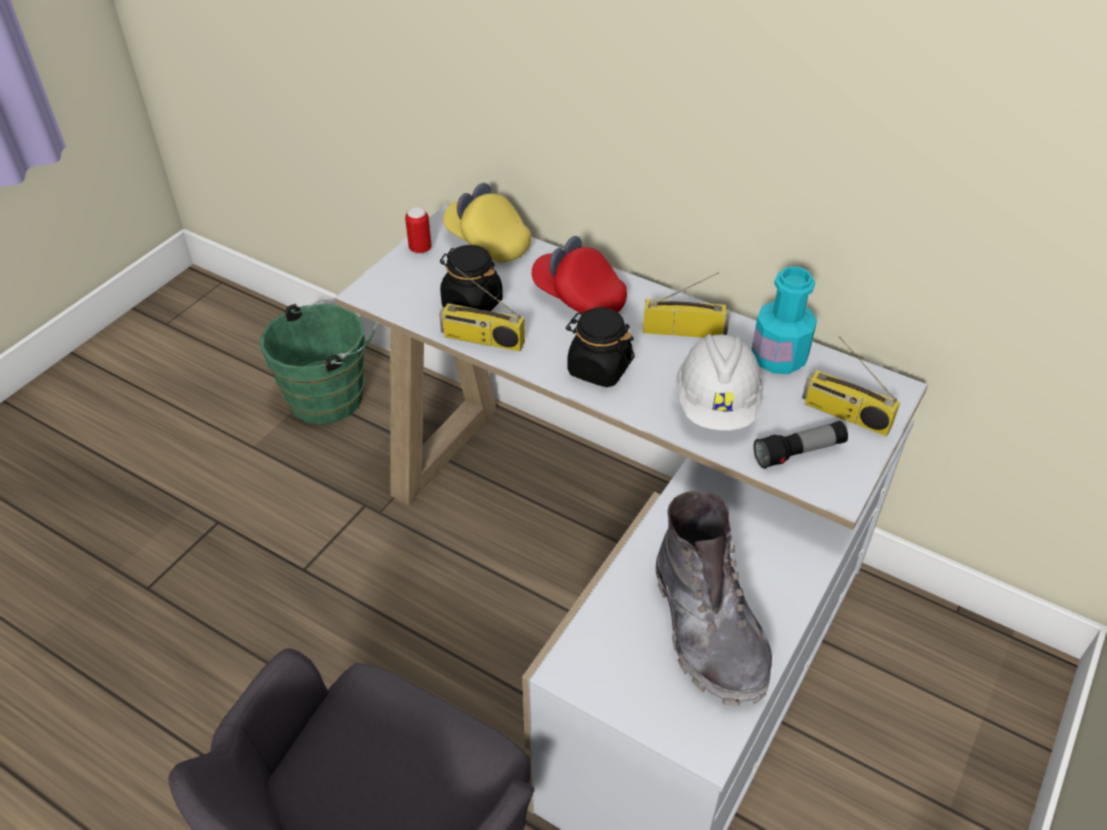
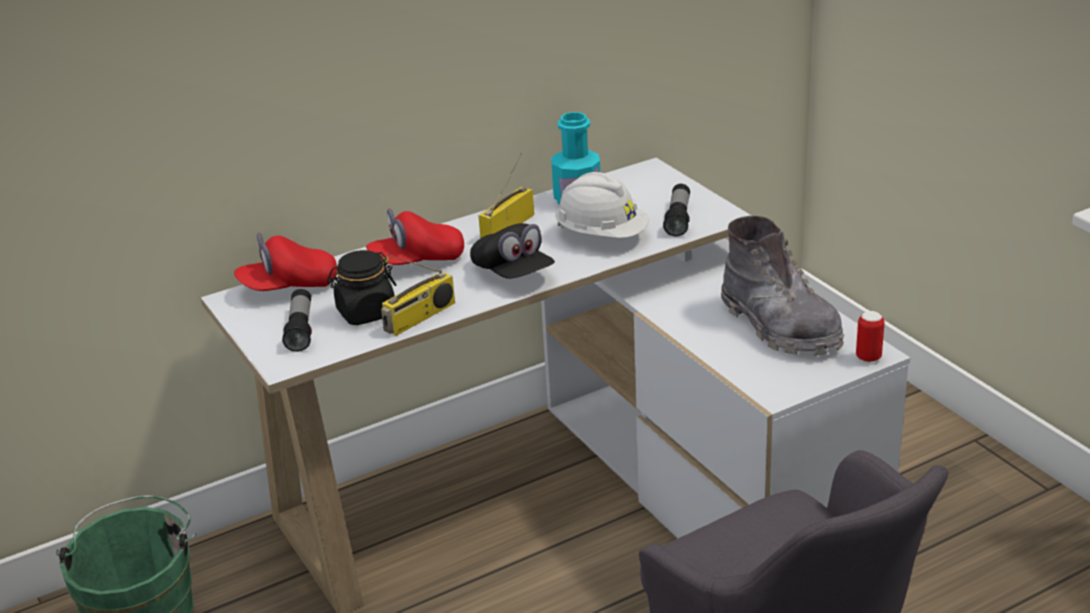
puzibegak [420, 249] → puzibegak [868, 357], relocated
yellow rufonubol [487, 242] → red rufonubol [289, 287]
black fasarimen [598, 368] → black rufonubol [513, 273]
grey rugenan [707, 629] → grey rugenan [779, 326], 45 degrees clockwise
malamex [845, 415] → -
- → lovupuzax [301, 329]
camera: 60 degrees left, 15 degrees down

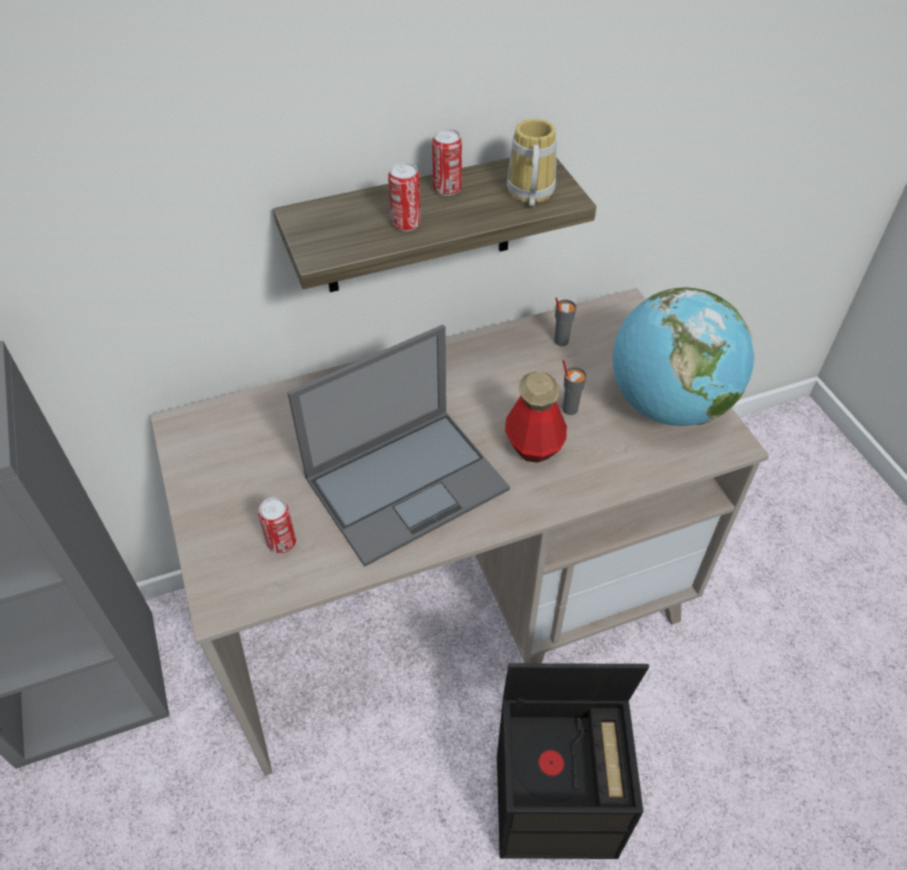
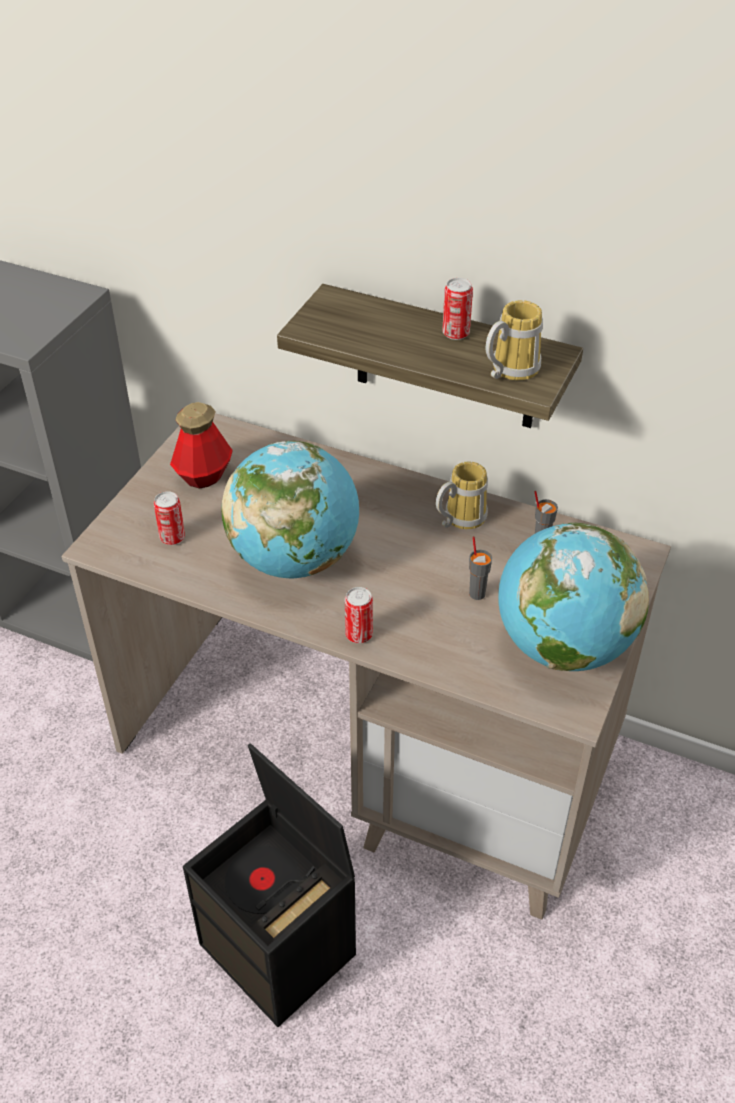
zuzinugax [408, 482] → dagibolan [294, 559]
puzibegak [406, 224] → puzibegak [359, 634], relocated
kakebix [533, 446] → kakebix [204, 476], relocated
- → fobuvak [459, 518]
camera: 45 degrees right, 5 degrees down

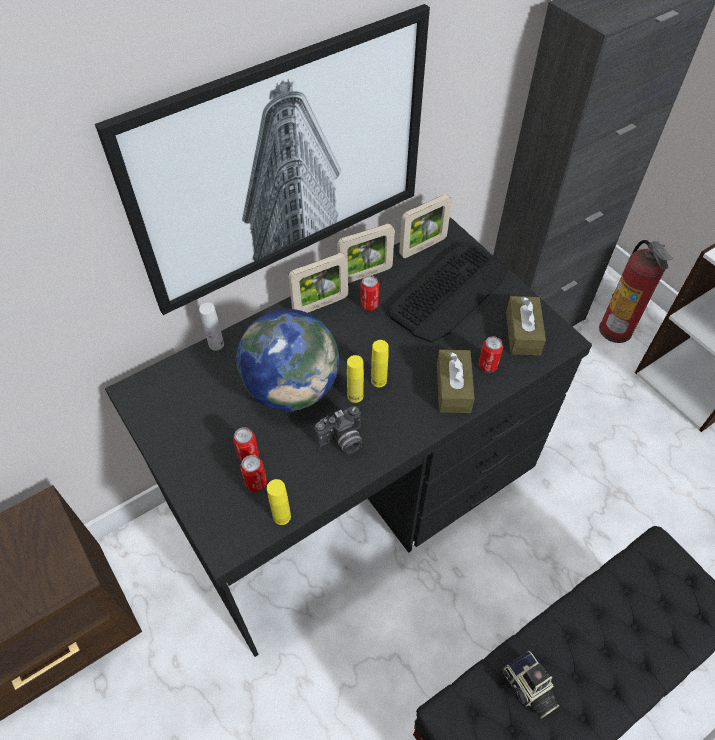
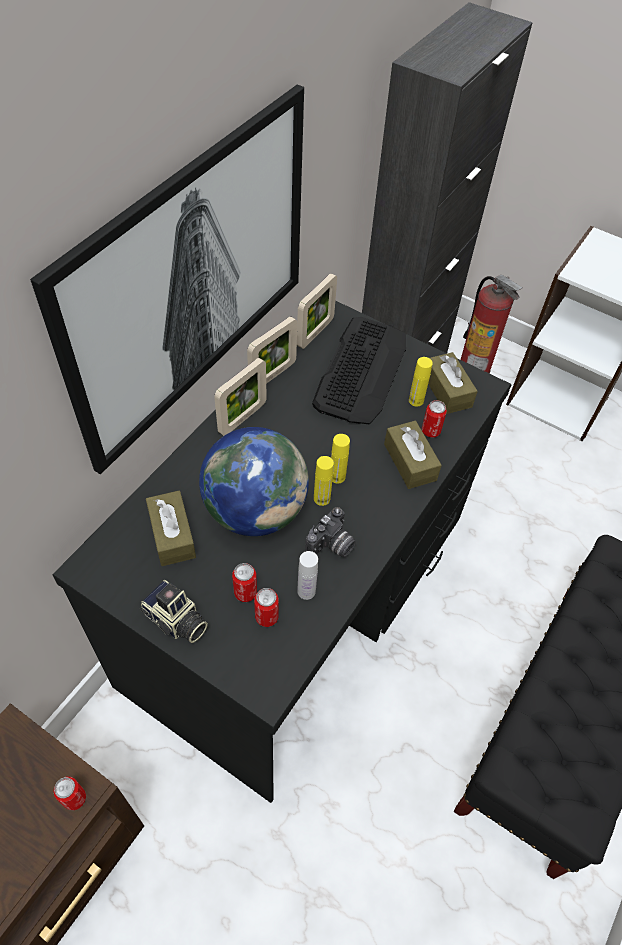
white kakebix [216, 344] → white kakebix [306, 591], relocated
yellow kakebix [282, 516] → yellow kakebix [416, 400], relocated
puzibegak [369, 305] → puzibegak [74, 798], relocated
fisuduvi [528, 689] → fisuduvi [176, 622], relocated
- → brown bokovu [172, 535]
camera: 25 degrees left, 0 degrees up

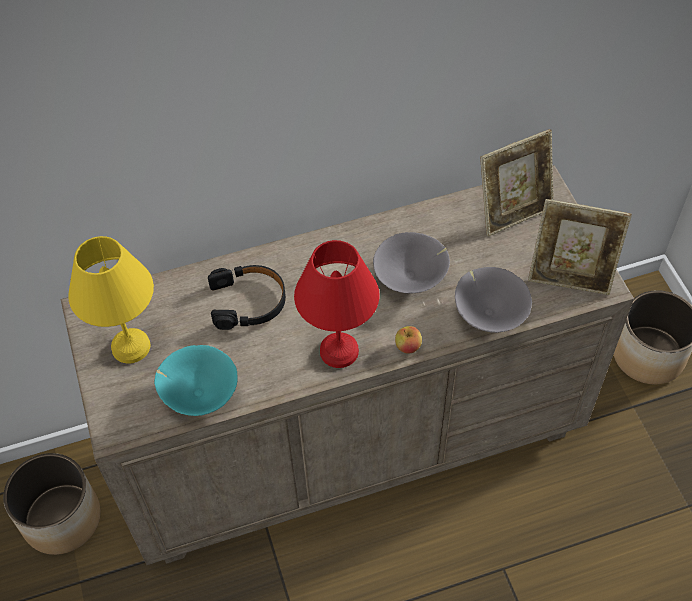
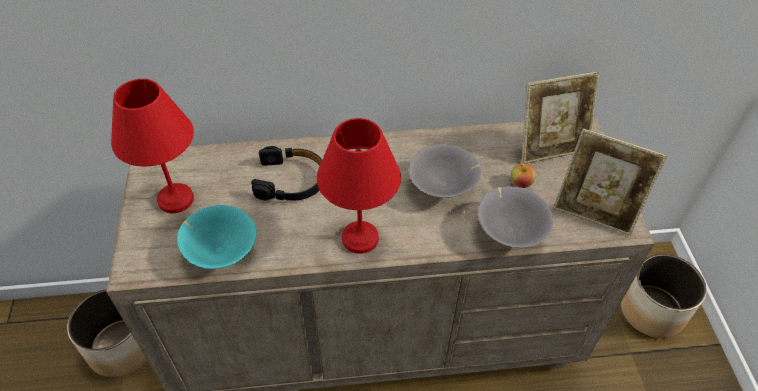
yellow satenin [131, 345] → red satenin [176, 198]
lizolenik [408, 347] → lizolenik [520, 183], relocated
camera: 10 degrees right, 5 degrees down

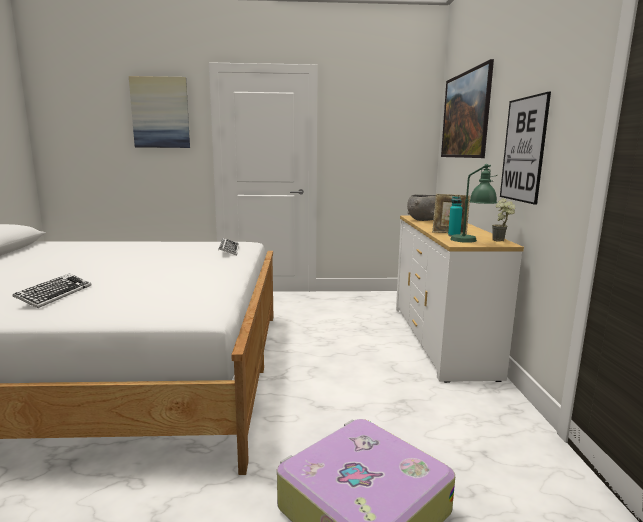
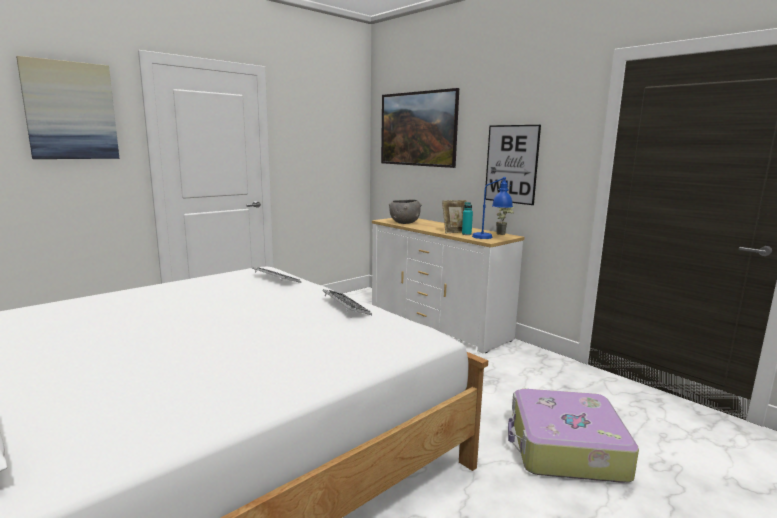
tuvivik [55, 295] → tuvivik [345, 306], relocated
green satenin [471, 242] → blue satenin [491, 237]
camera: 40 degrees left, 0 degrees up

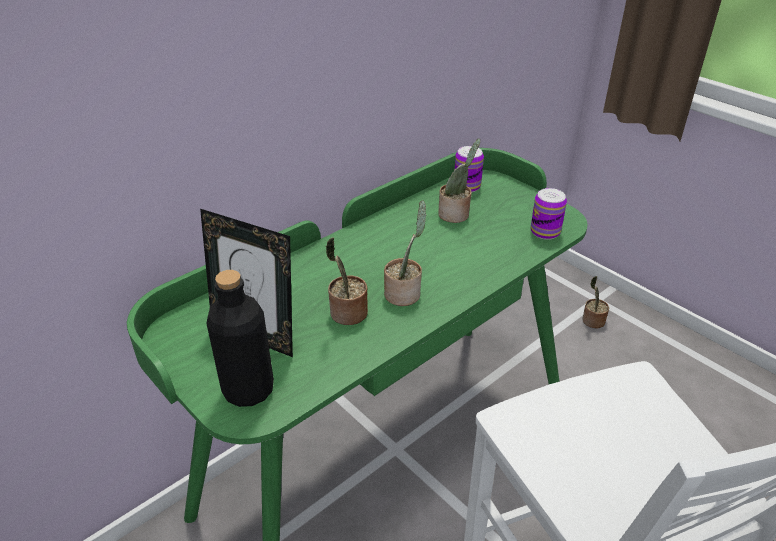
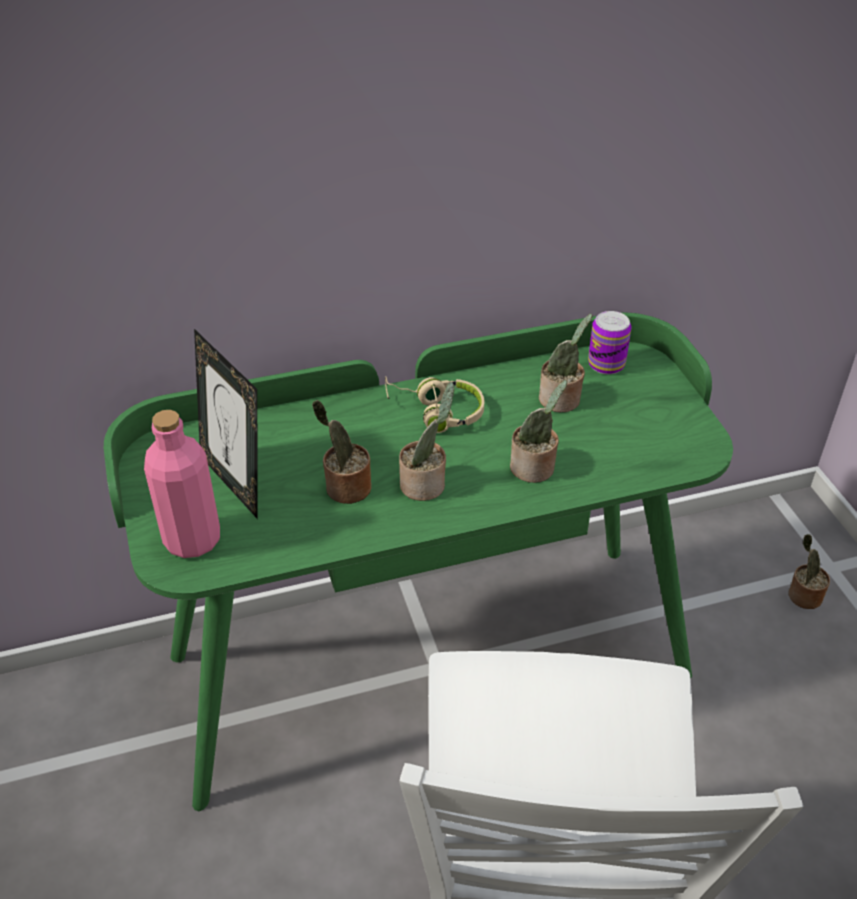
black kakebix [248, 390] → pink kakebix [192, 540]
puzibegak [545, 232] → -
- → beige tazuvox [435, 412]
- → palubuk [535, 469]
camera: 25 degrees right, 5 degrees up

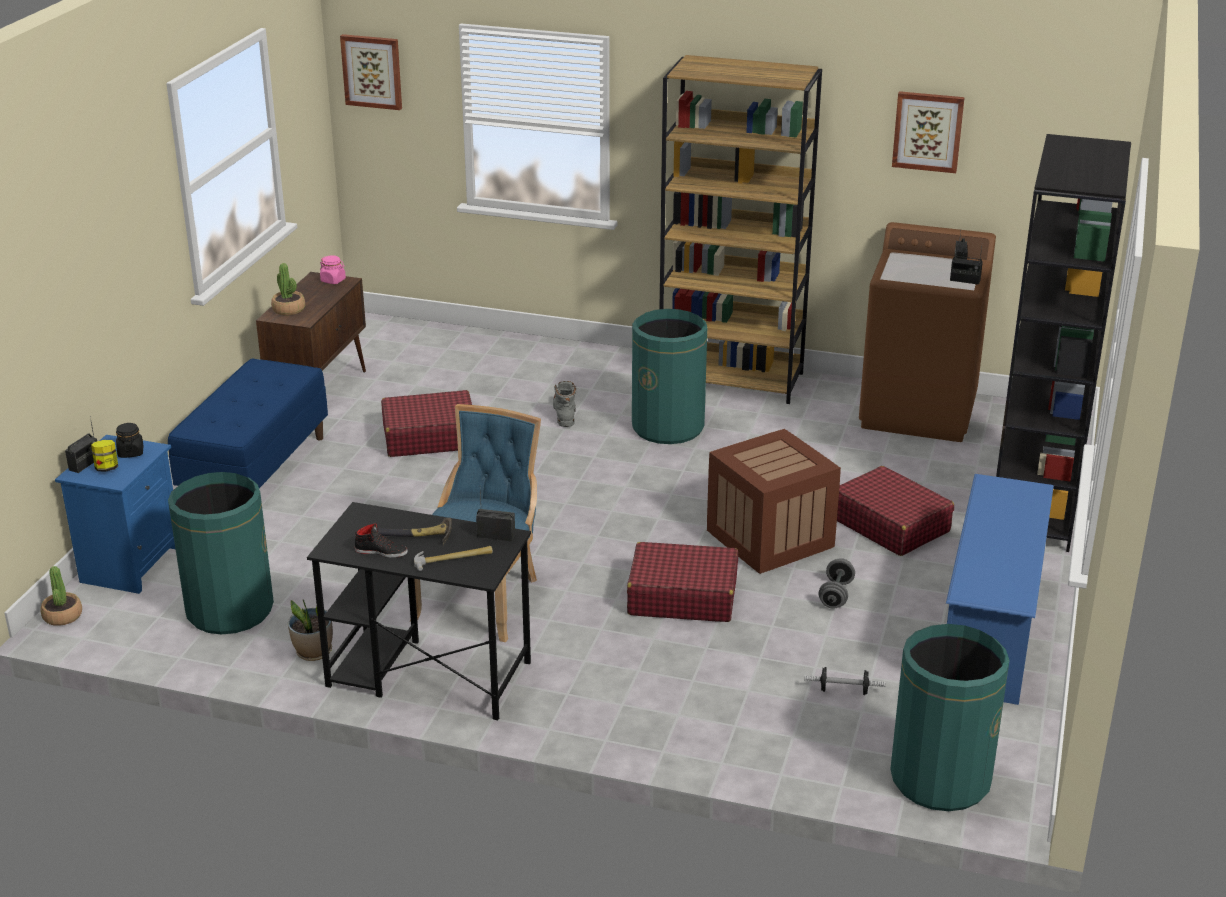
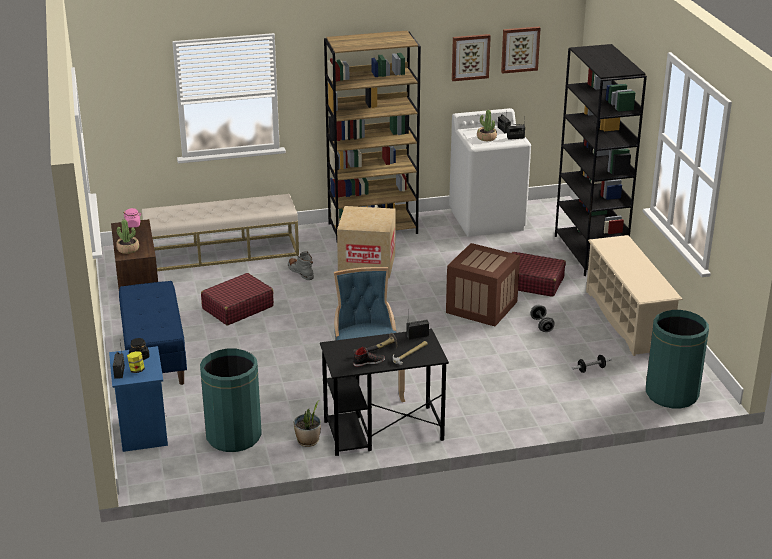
palubuk [62, 616] → palubuk [486, 138], relocated
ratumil [372, 71] → ratumil [520, 49], relocated
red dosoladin [682, 596] → -
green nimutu [668, 427] → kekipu [367, 264]
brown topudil [919, 411] → white topudil [487, 220]
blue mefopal [990, 631] → beige mefopal [628, 320]
- → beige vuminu [222, 252]
camera: 30 degrees left, 0 degrees up

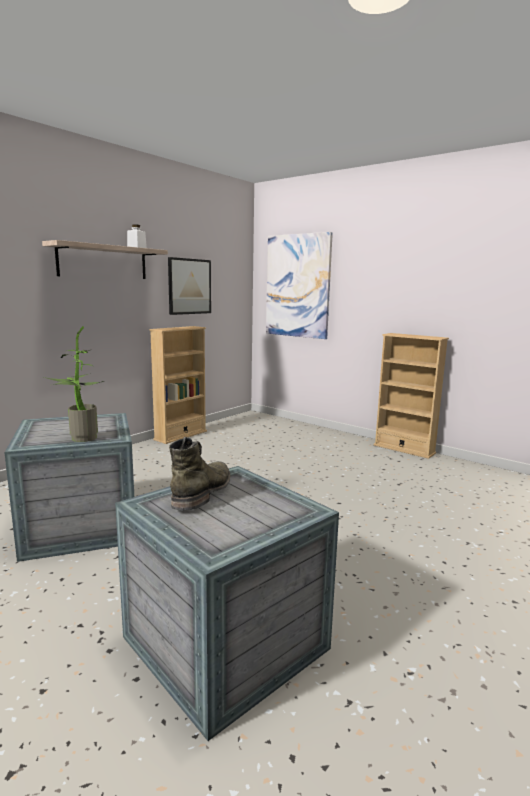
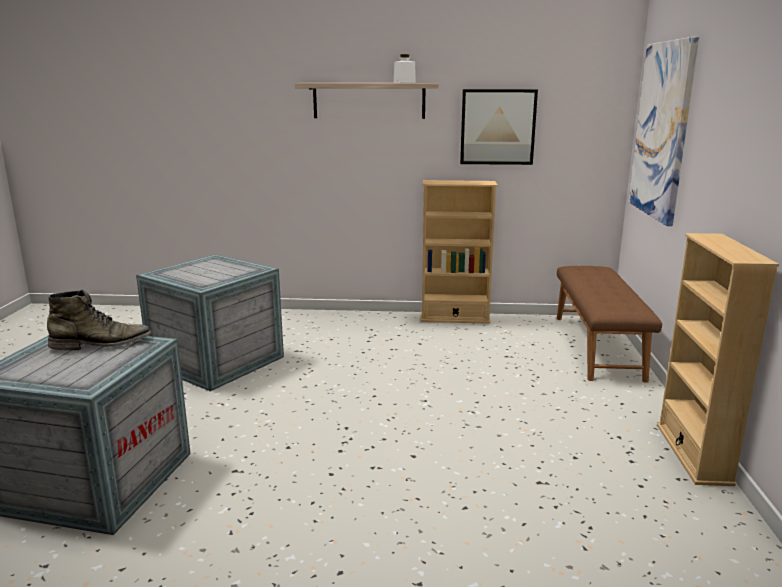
palubuk [80, 439] → -
- → brown vuminu [598, 346]
camera: 55 degrees right, 5 degrees up

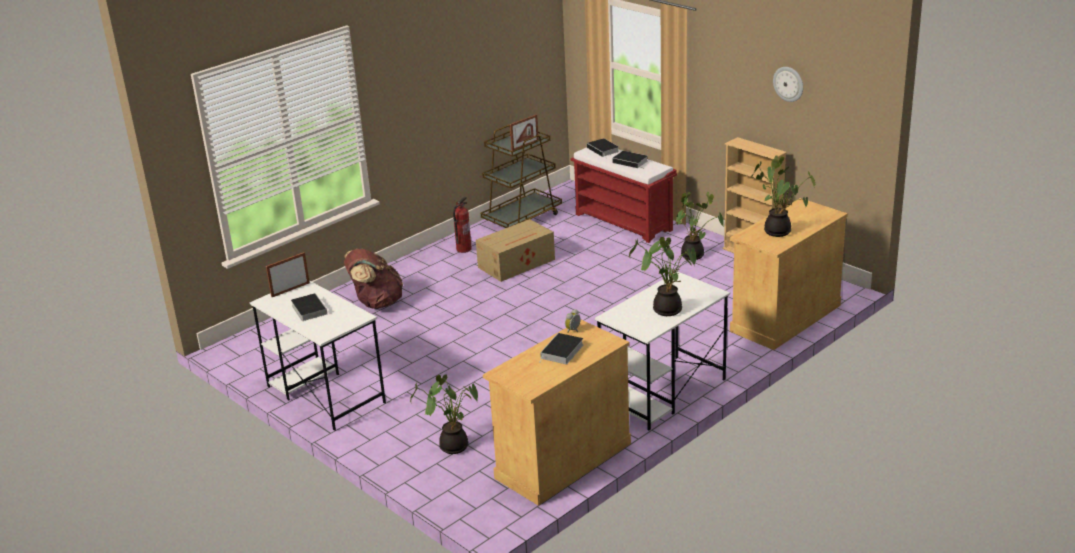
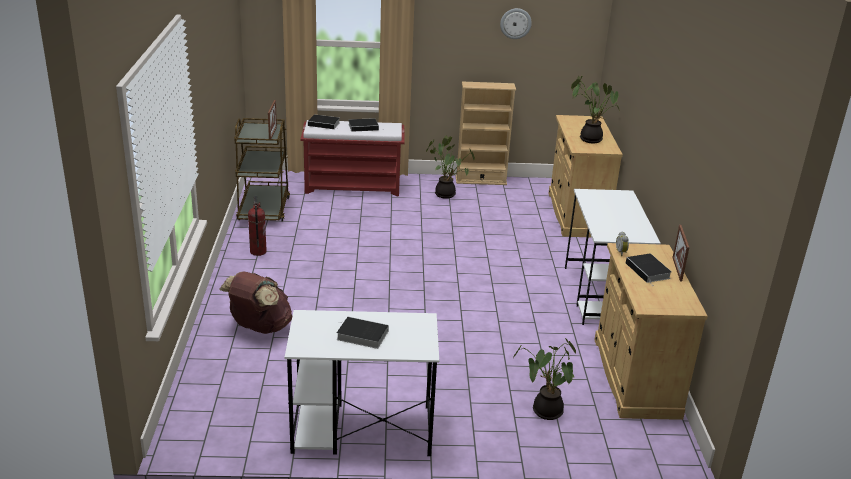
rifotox [290, 290] → rifotox [677, 269], relocated
kekipu [517, 263] → -
palubuk [666, 308] → -
camera: 50 degrees left, 0 degrees up

